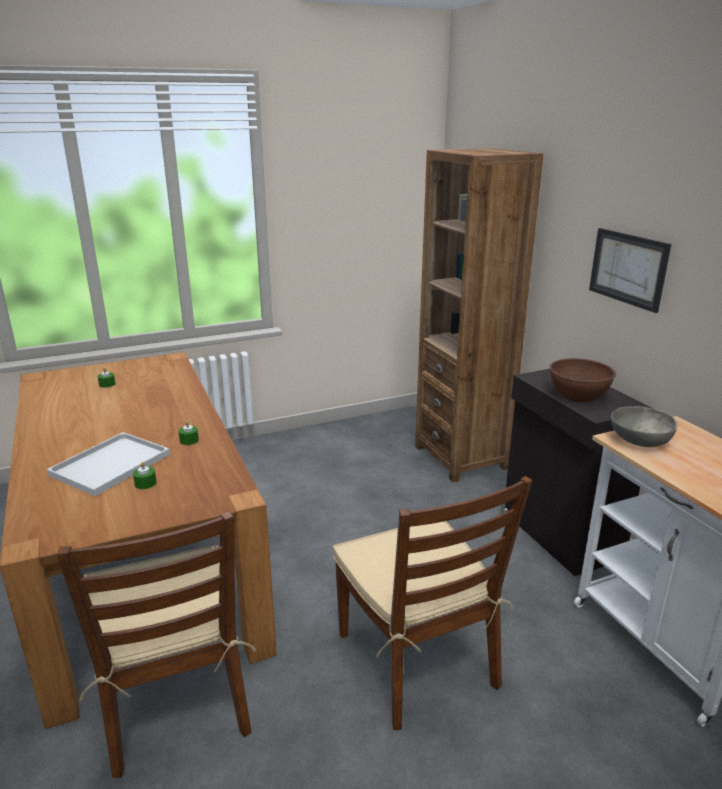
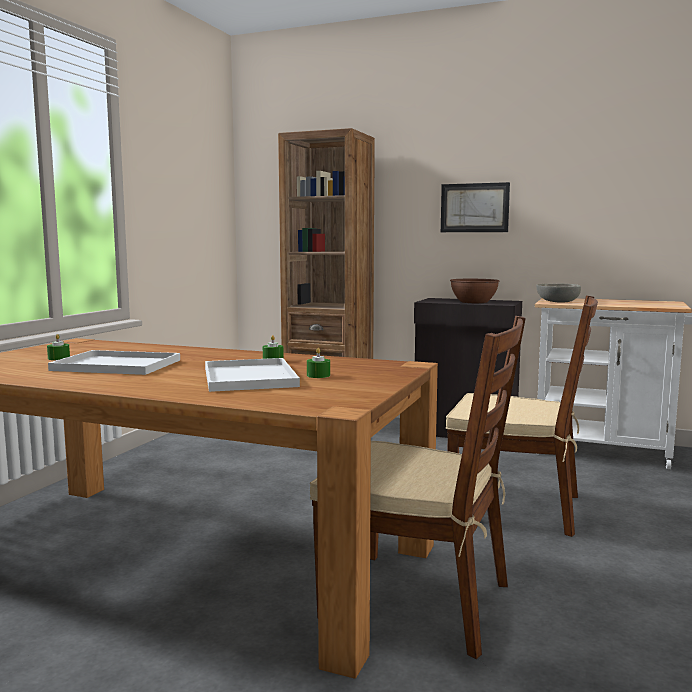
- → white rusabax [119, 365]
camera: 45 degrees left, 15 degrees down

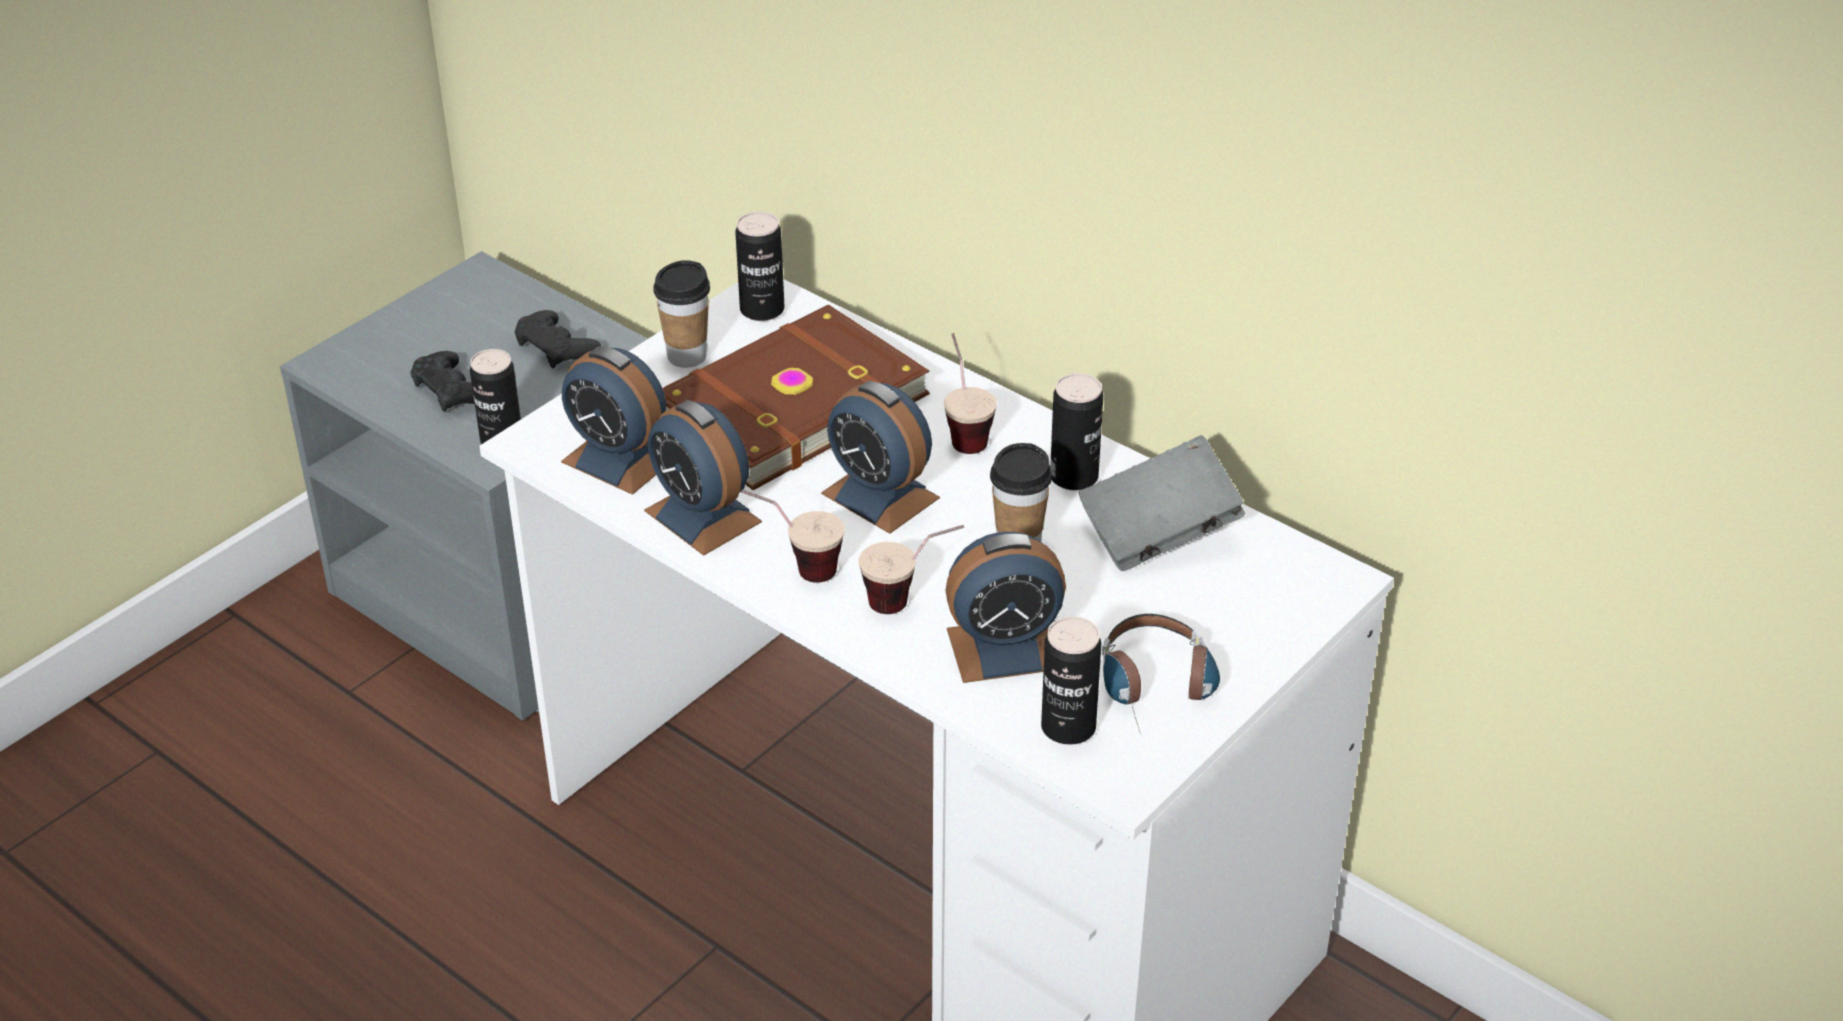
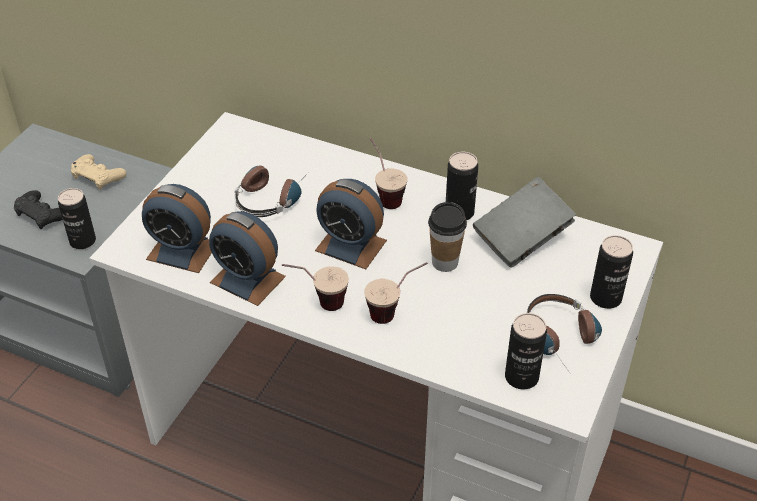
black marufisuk [556, 348] → beige marufisuk [98, 176]
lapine [687, 356] → -
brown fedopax [786, 404] → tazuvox [272, 196]
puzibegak [762, 310] → puzibegak [605, 298], relocated
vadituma [1003, 649] → -
camera: 15 degrees left, 5 degrees up

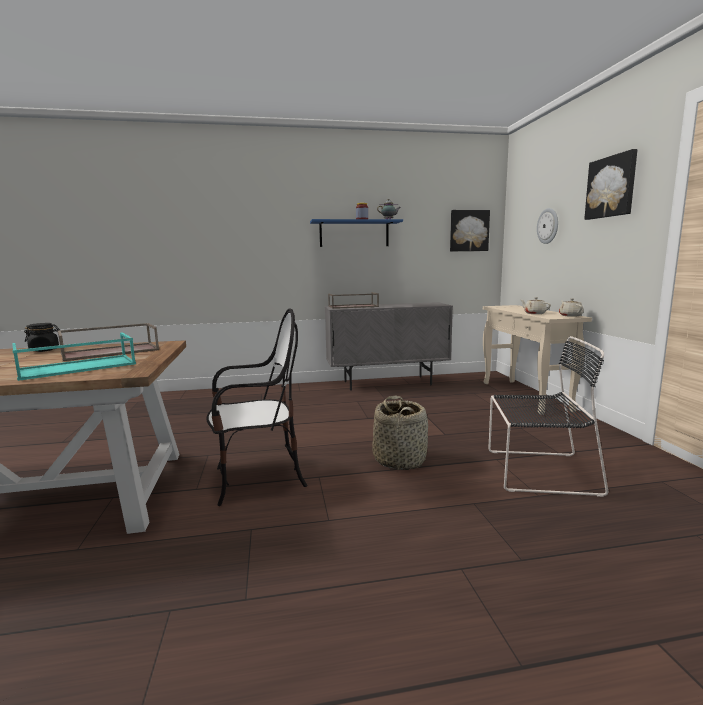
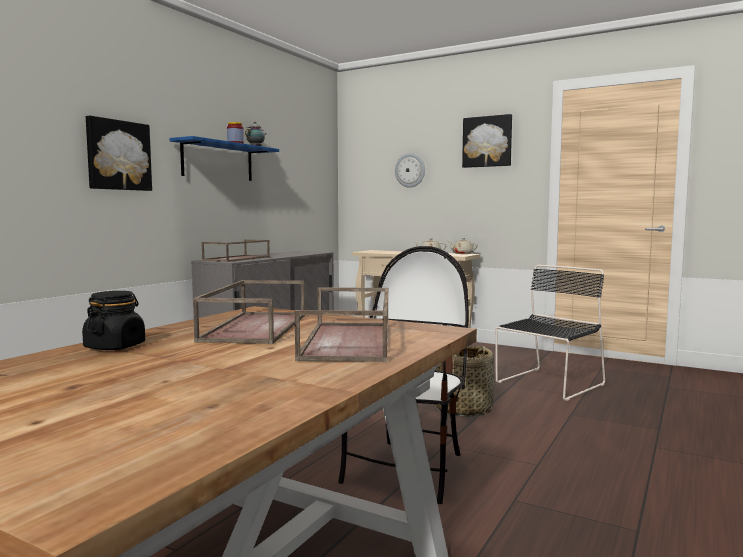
turquoise rusabax [76, 367] → brown rusabax [349, 341]
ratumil [468, 231] → ratumil [118, 155], relocated
camera: 50 degrees left, 5 degrees down

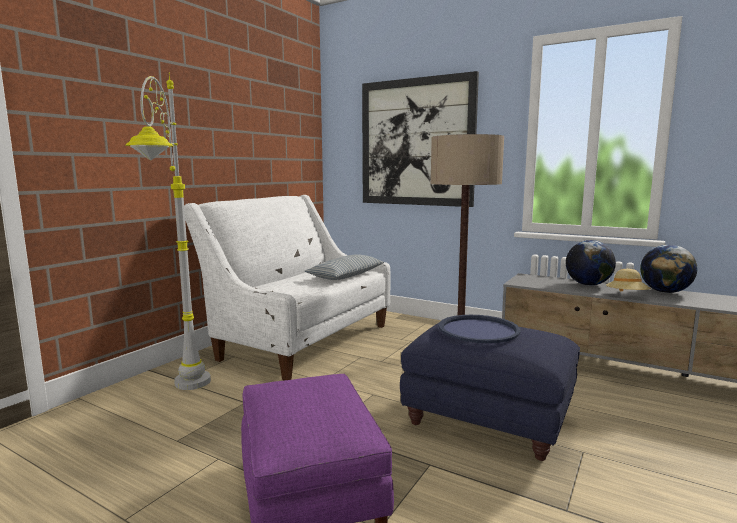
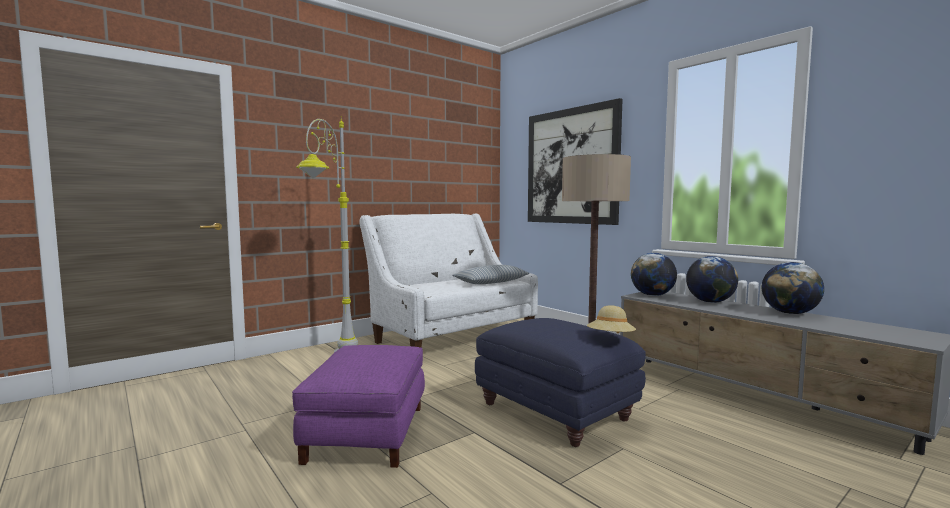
blue rusabax [478, 330] → -
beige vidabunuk [627, 296] → beige vidabunuk [611, 339], relocated
- → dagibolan [652, 295]
camera: 20 degrees right, 5 degrees down

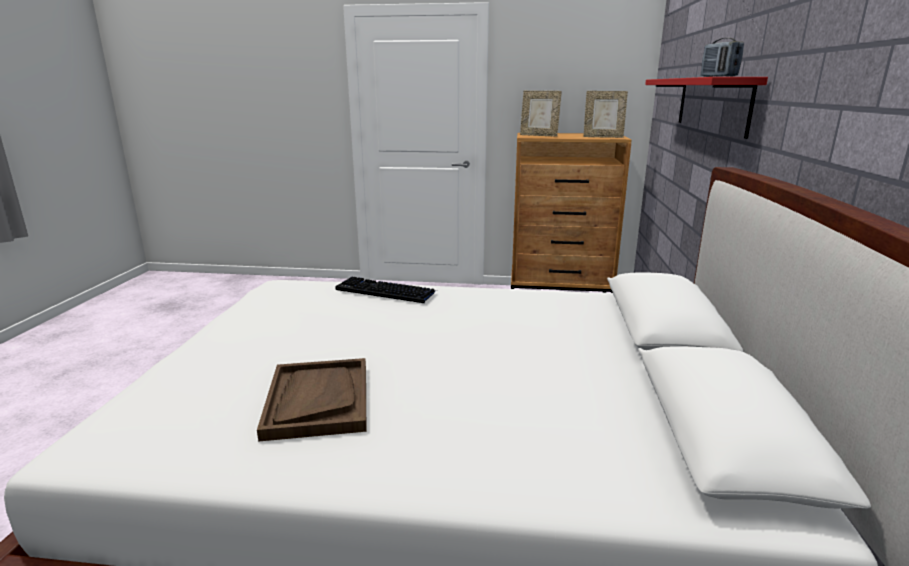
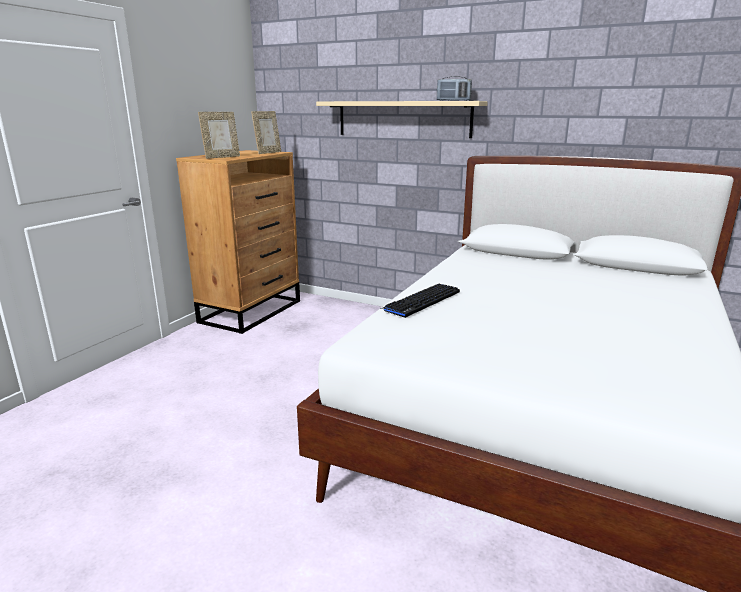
brown rusabax [318, 400] → -
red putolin [711, 104] → beige putolin [403, 119]
camera: 70 degrees left, 0 degrees up

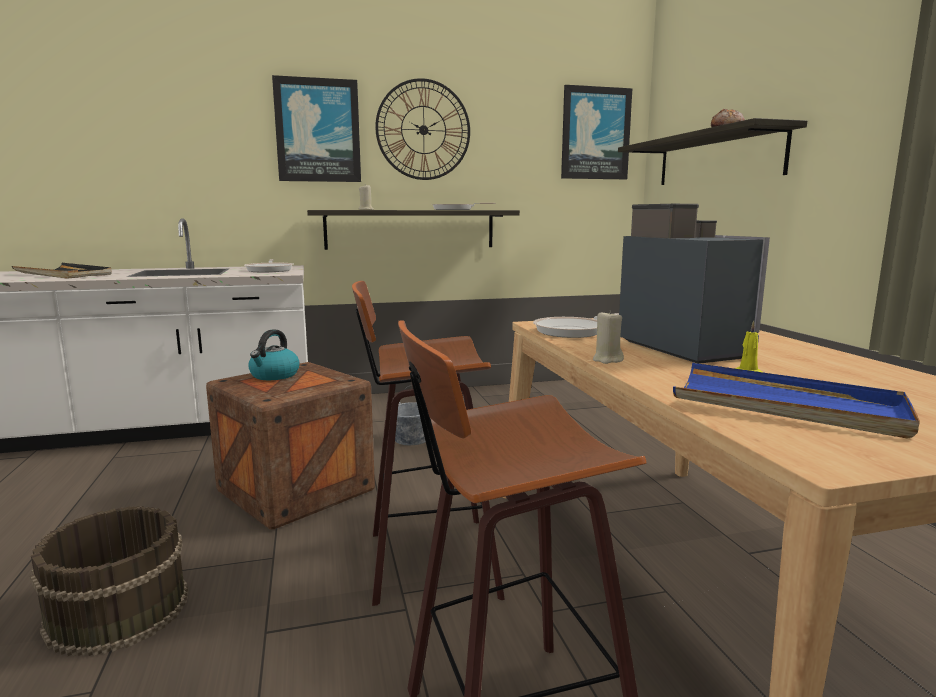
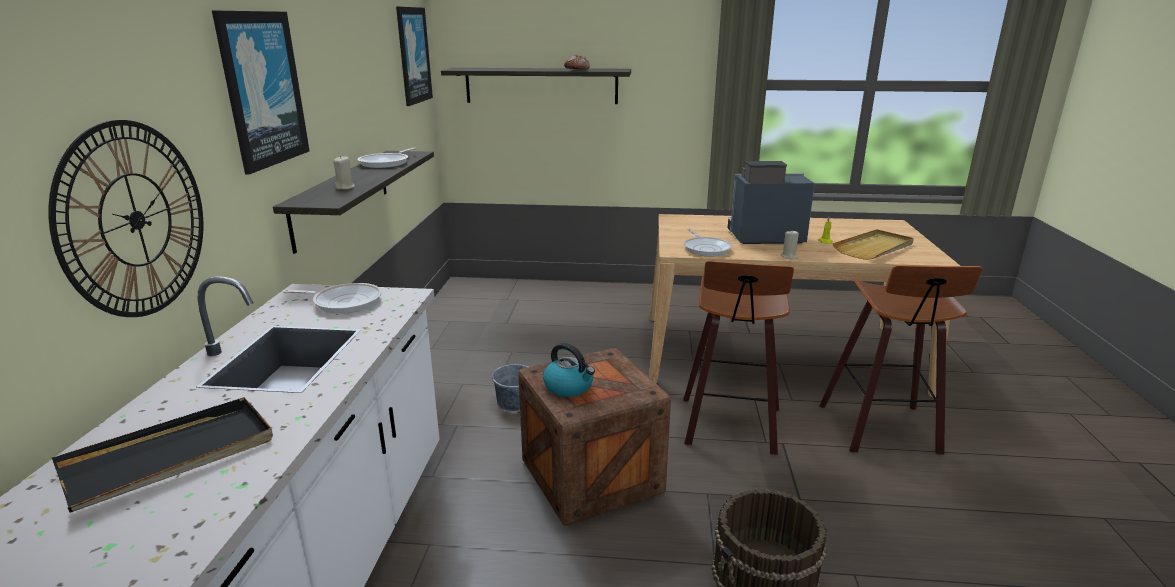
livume [423, 130] → livume [136, 220], relocated
blue rusabax [787, 406] → beige rusabax [874, 248]
camera: 70 degrees left, 10 degrees up

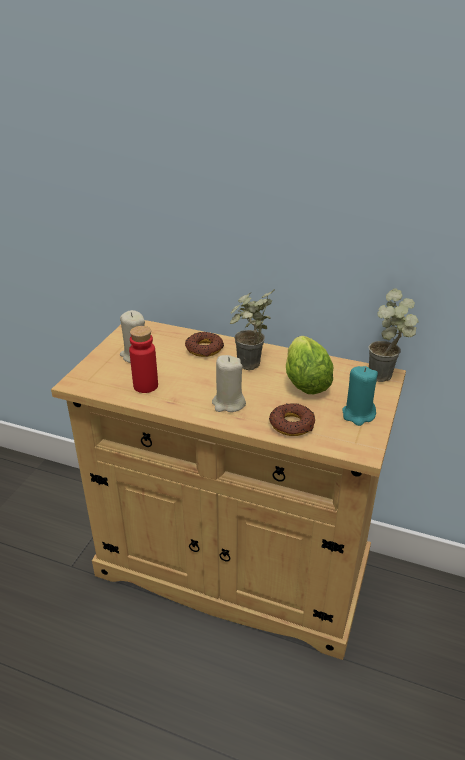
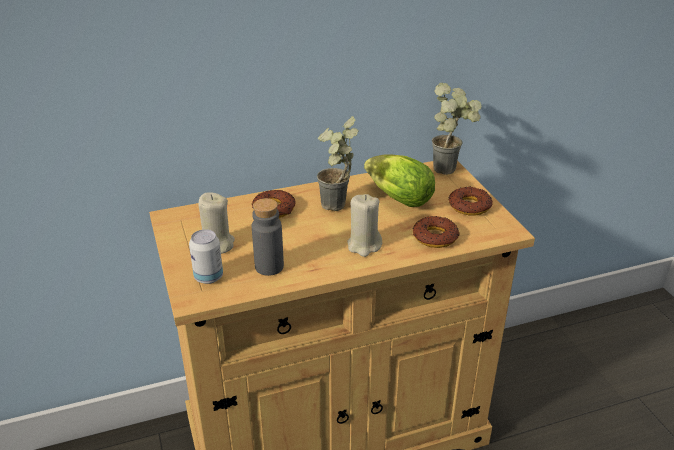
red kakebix [145, 386] → grey kakebix [269, 266]
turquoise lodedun [358, 415] → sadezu [469, 206]
- → puzibegak [208, 277]
camera: 40 degrees left, 0 degrees up

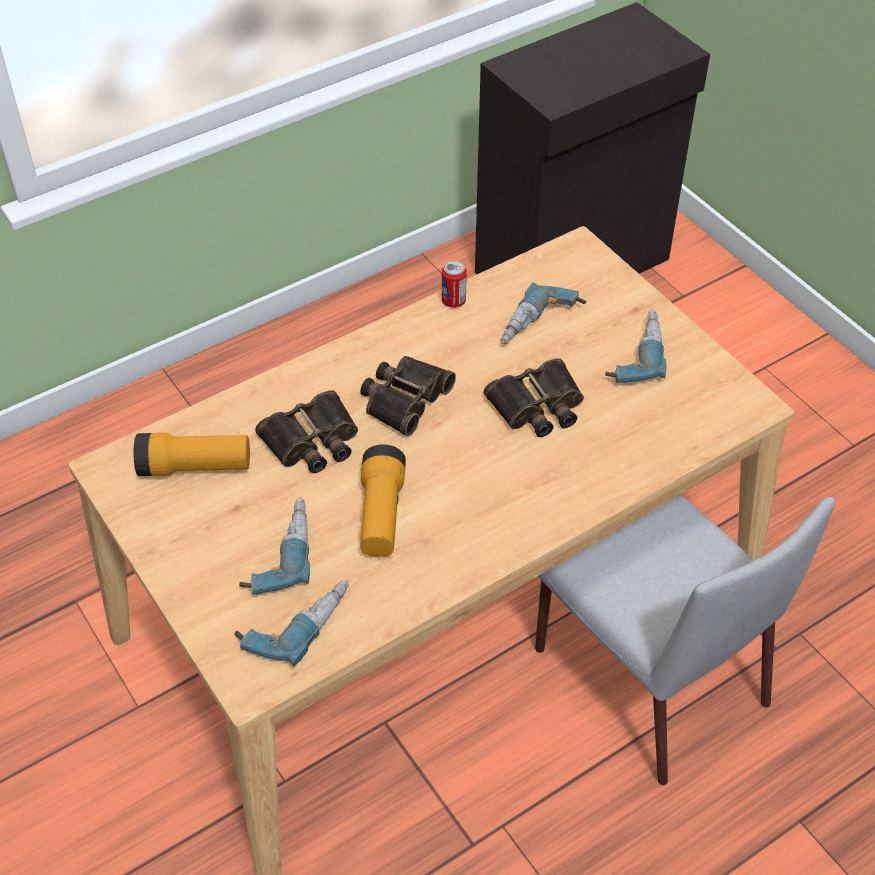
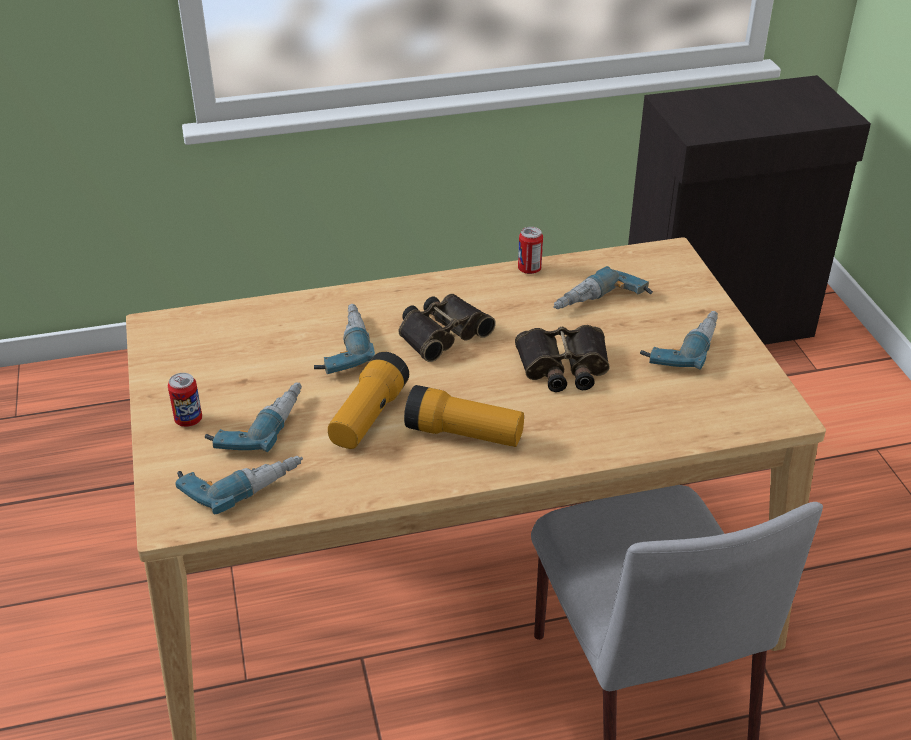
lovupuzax [195, 467] → lovupuzax [464, 434], relocated
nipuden [312, 442] → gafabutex [340, 347]
- → puzibegak [188, 420]
camera: 20 degrees right, 10 degrees down

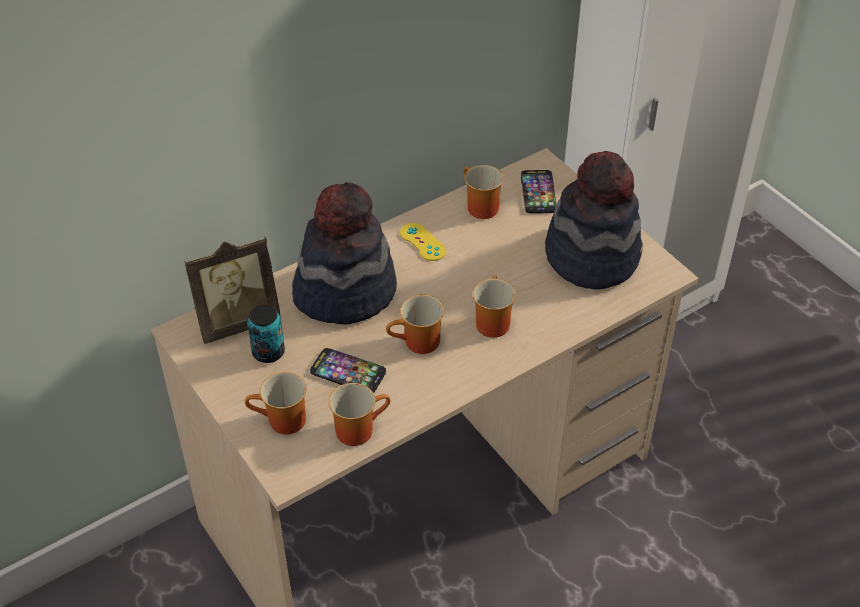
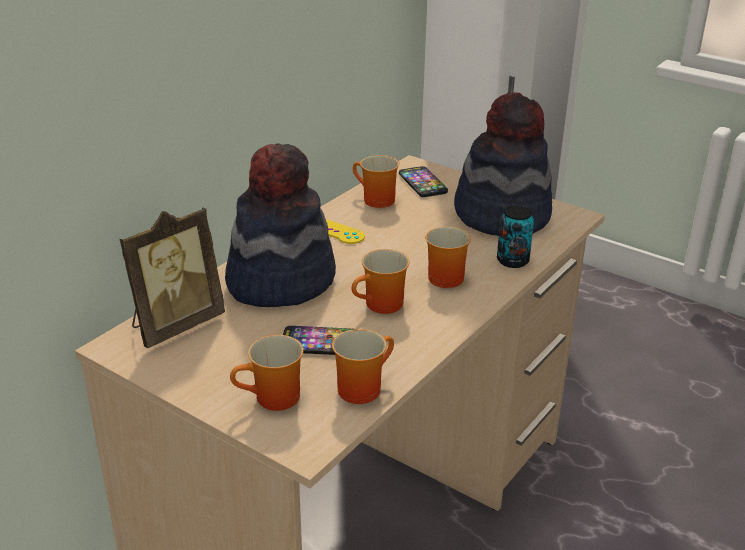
puzibegak [268, 352] → puzibegak [512, 261], relocated
camera: 20 degrees left, 15 degrees down

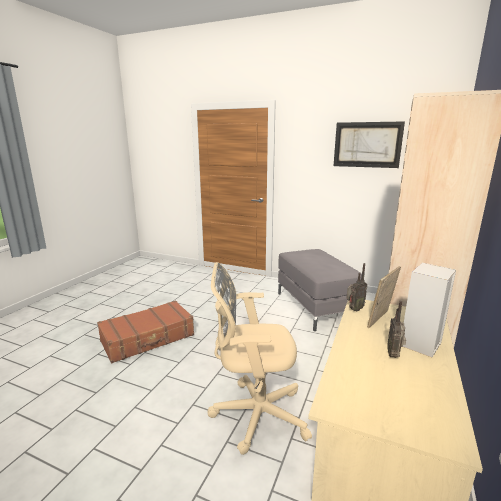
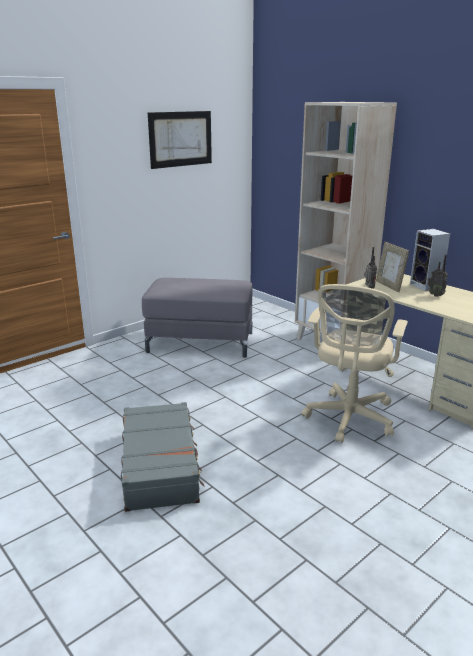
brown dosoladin [148, 338] → grey dosoladin [161, 465]
camera: 65 degrees left, 5 degrees up

